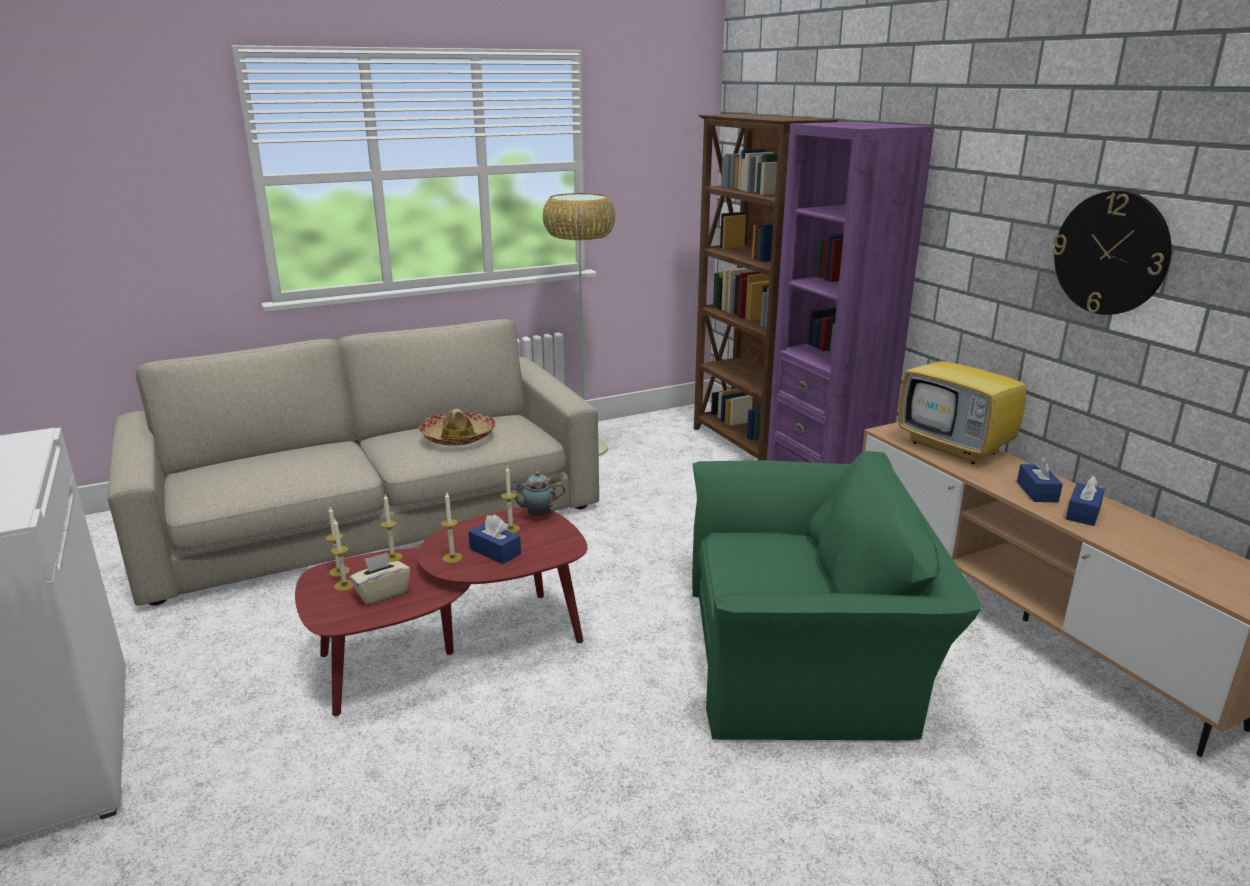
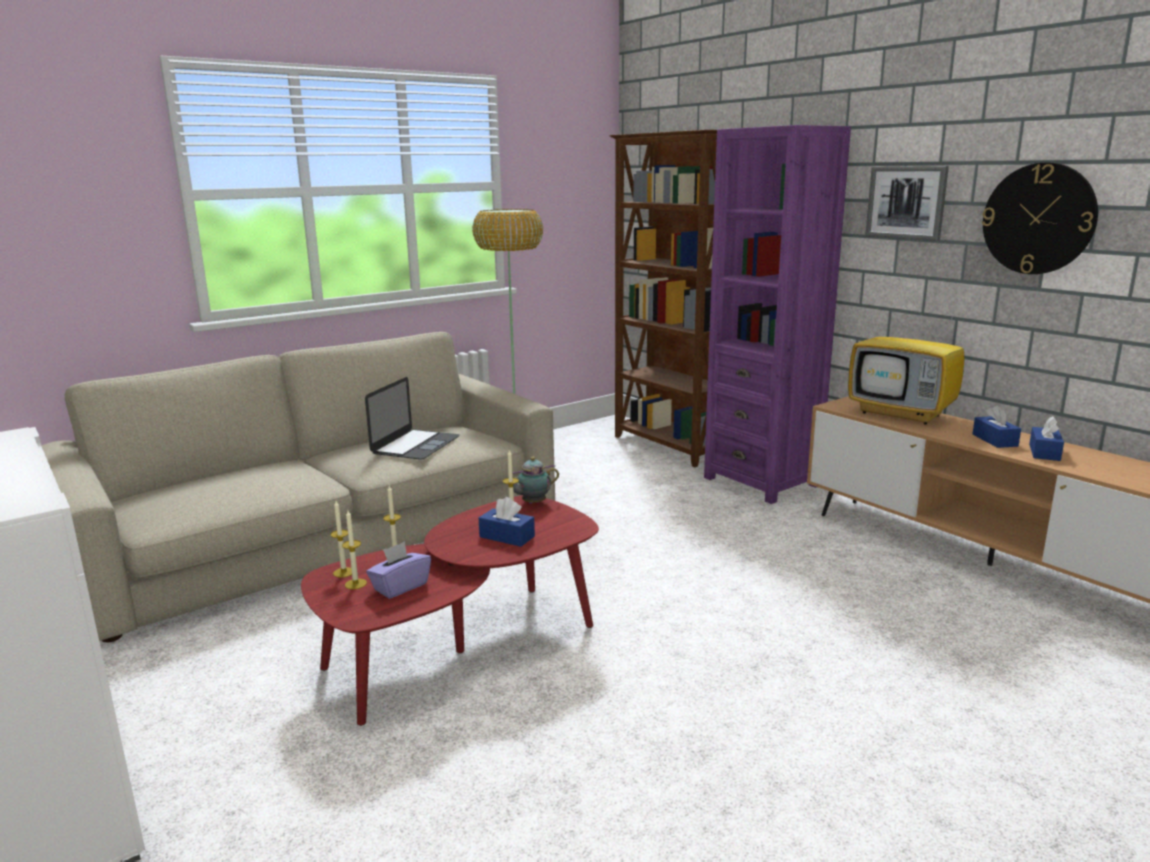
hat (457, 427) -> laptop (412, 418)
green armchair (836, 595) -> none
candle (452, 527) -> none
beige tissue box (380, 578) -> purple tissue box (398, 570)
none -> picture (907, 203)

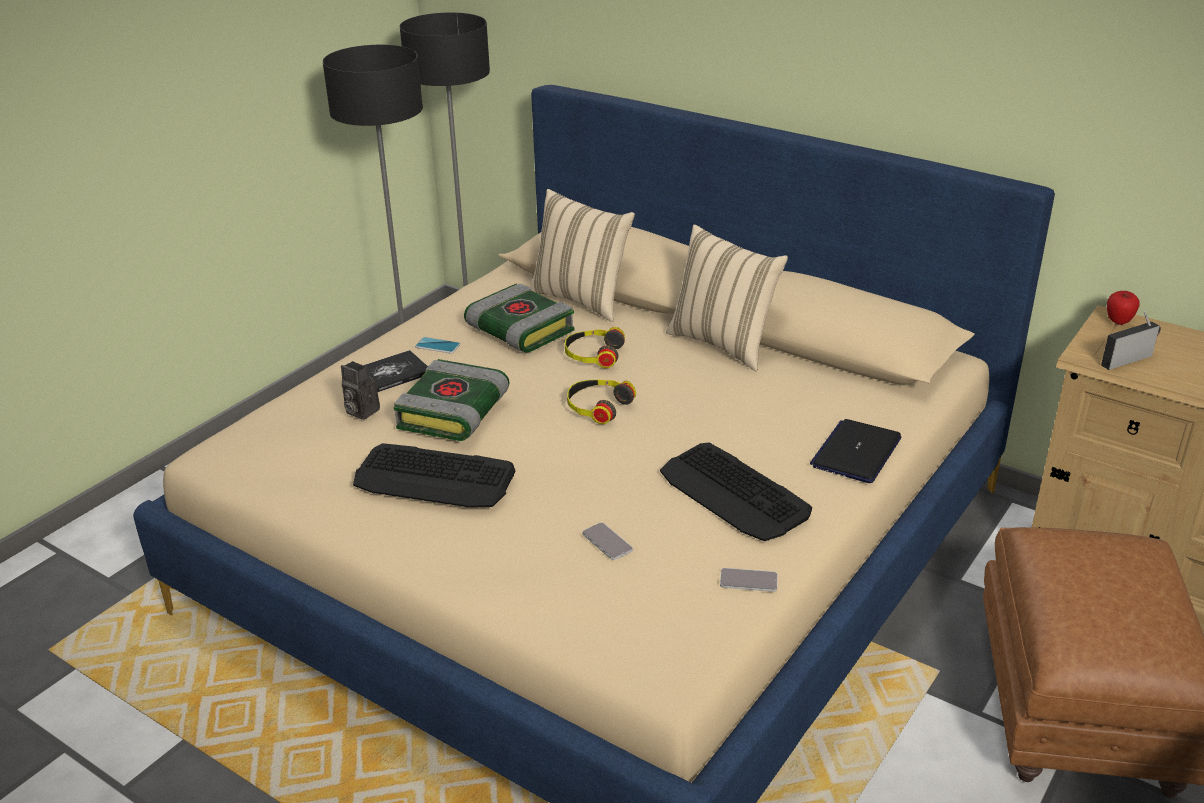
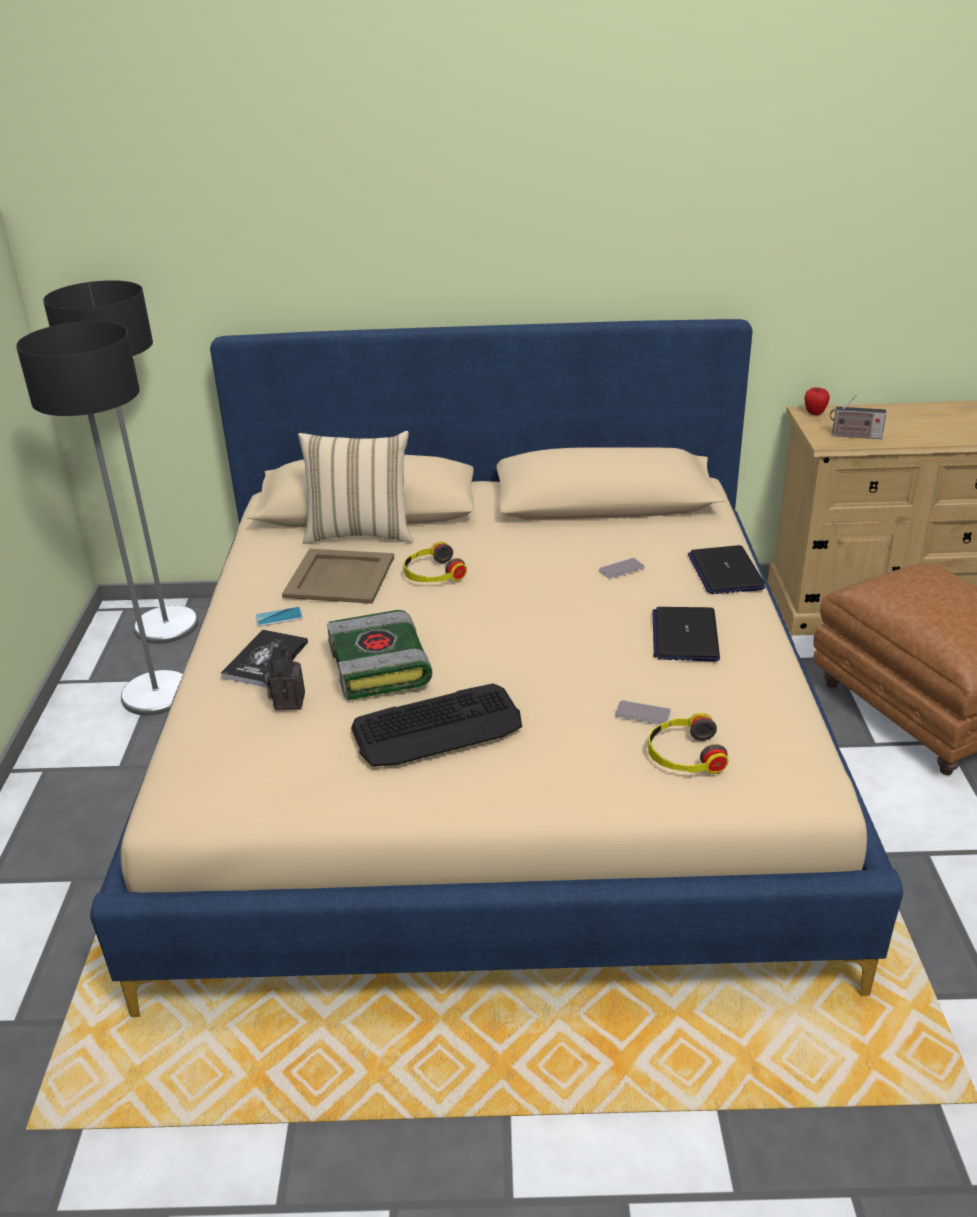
beige pillow (727, 298) -> none
book (519, 318) -> beige tray (338, 576)
radio (1131, 340) -> radio (858, 416), 105 degrees counterclockwise
photo camera (360, 390) -> photo camera (284, 678), 90 degrees clockwise
headphones (601, 402) -> headphones (688, 743), relocated
keyboard (736, 492) -> laptop (686, 634)
phone (749, 580) -> phone (622, 568), relocated

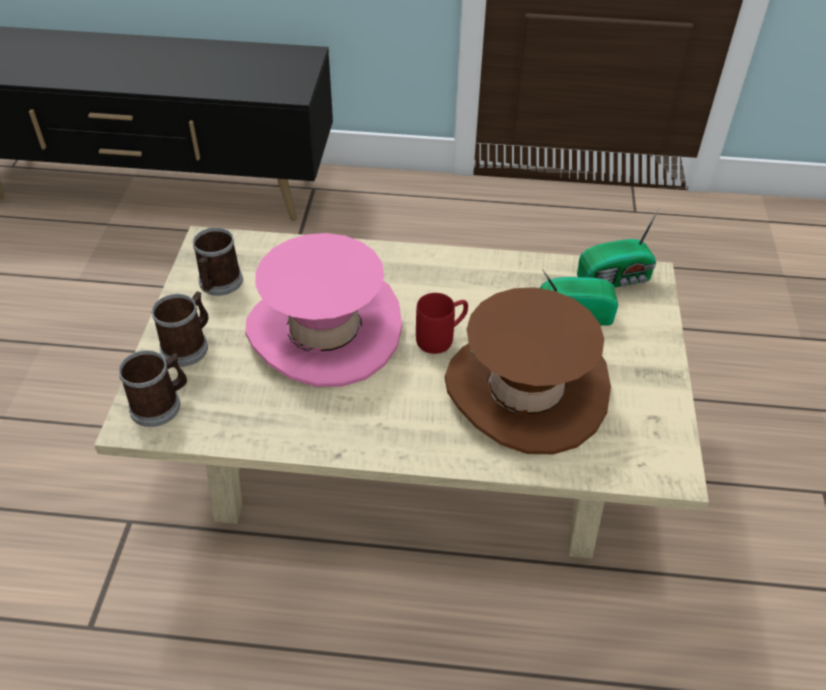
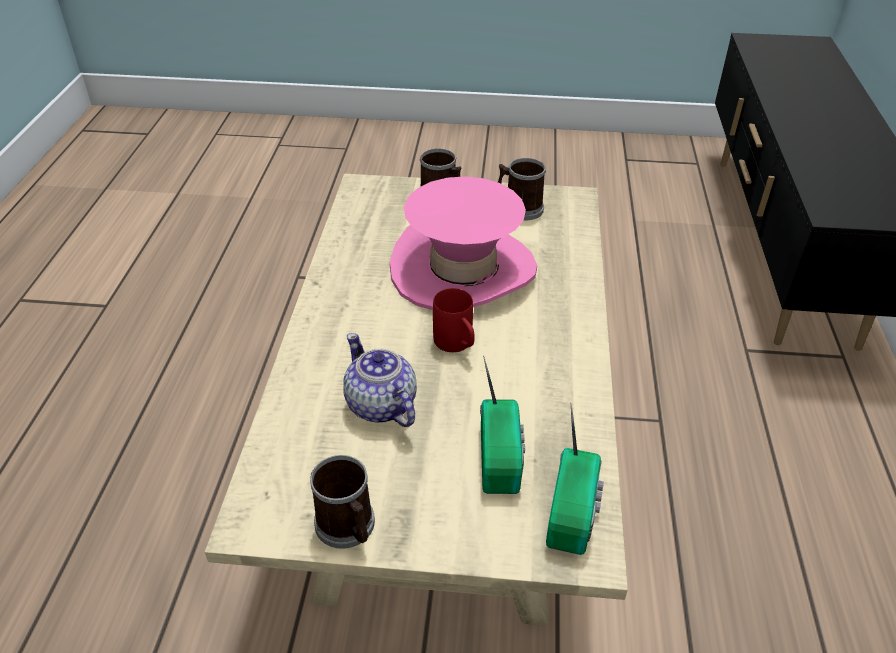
radio (618, 247) -> radio (575, 479), 150 degrees counterclockwise
brown hat (528, 370) -> teapot (380, 380)
mug (153, 388) -> mug (342, 502), relocated

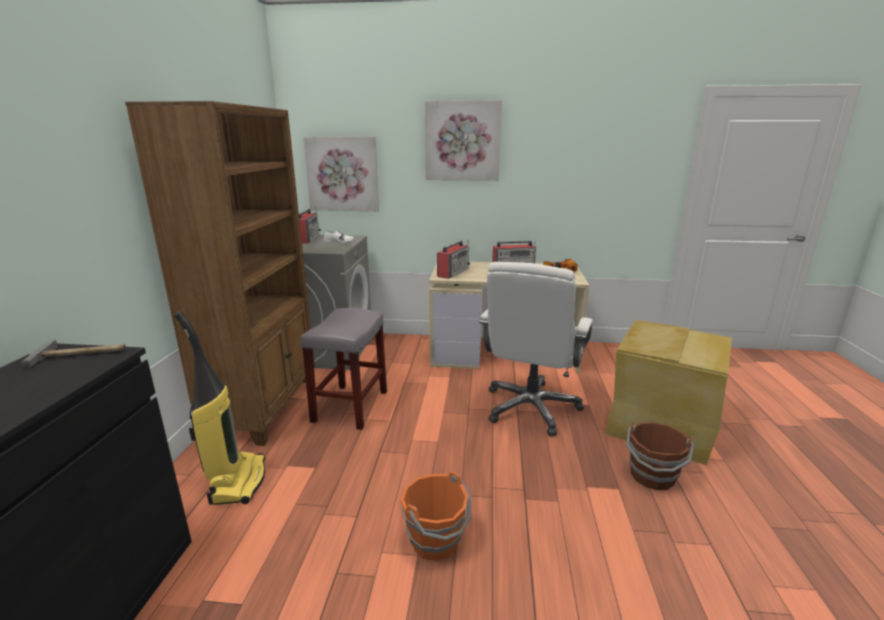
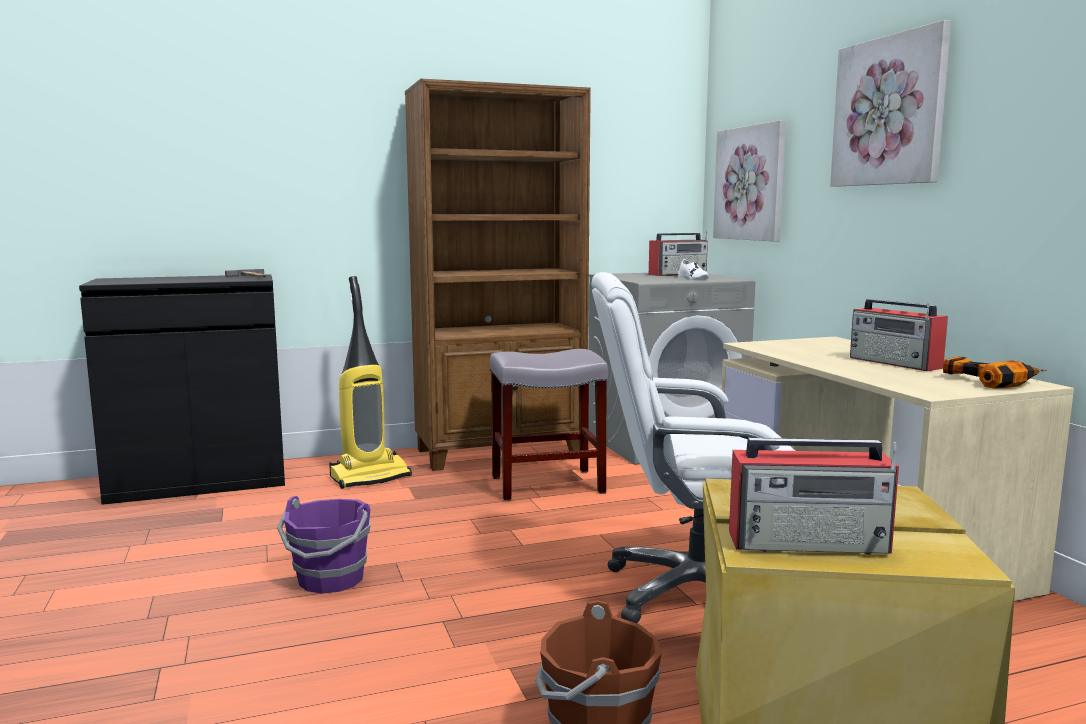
radio (453, 260) -> radio (814, 496), relocated
orange bucket (436, 516) -> purple bucket (324, 545)

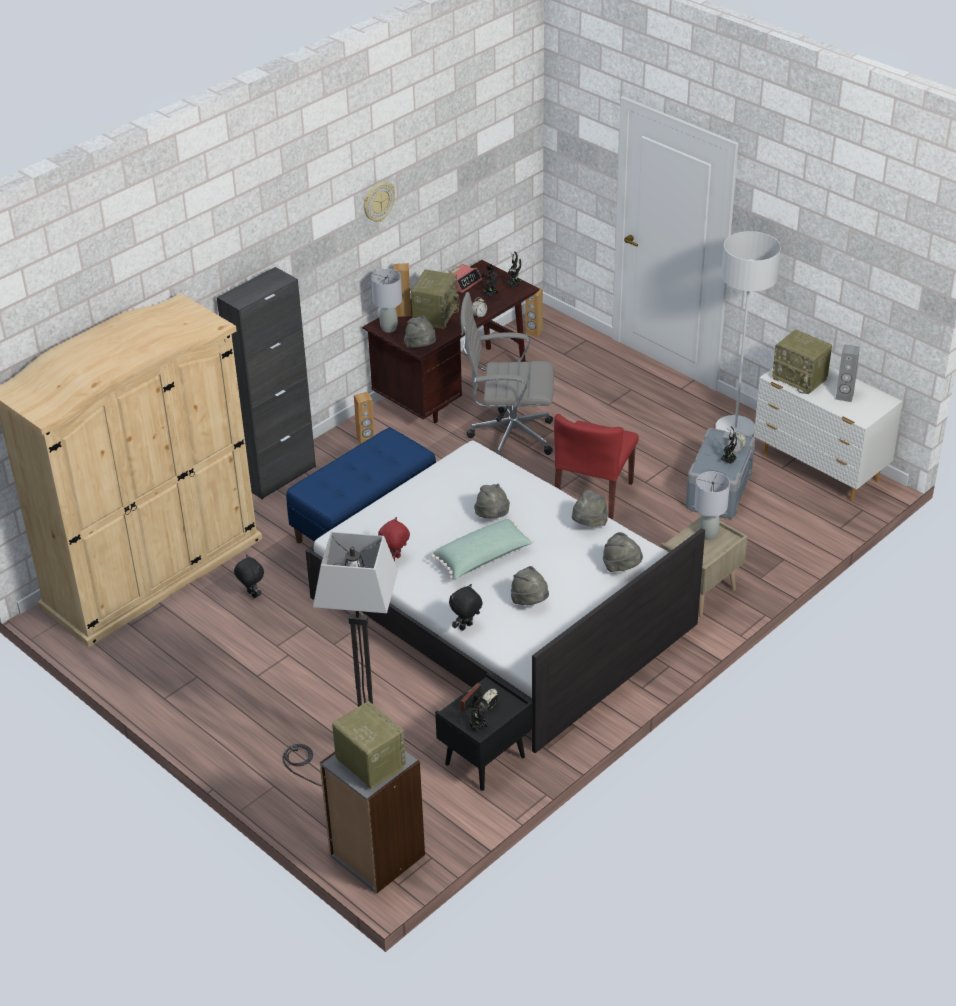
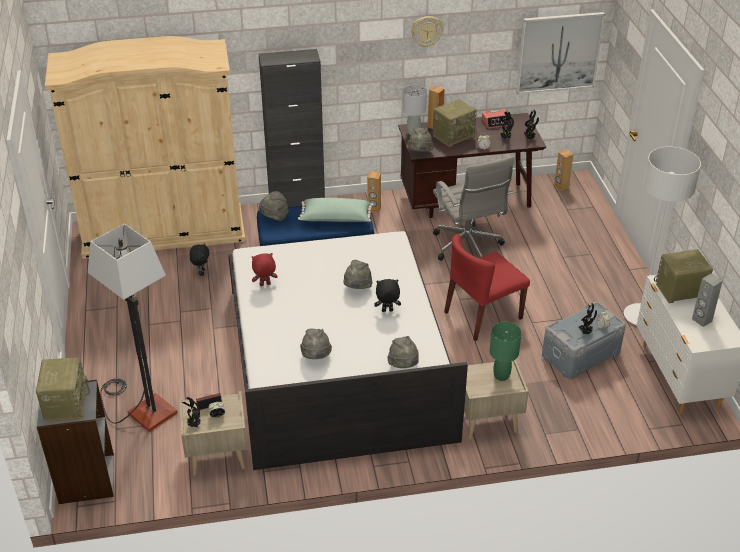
grey office chair (507, 373) -> grey office chair (474, 208), 150 degrees counterclockwise
radio (802, 362) -> radio (683, 276), 90 degrees clockwise
grey table lamp (712, 505) -> green table lamp (506, 351)
grey hat (590, 508) -> grey hat (273, 206), relocated
green pillow (482, 549) -> green pillow (335, 210), relocated
black plush toy (466, 607) -> black plush toy (387, 295), relocated
black nightstand (484, 732) -> beige nightstand (213, 433)
none -> picture (560, 53)

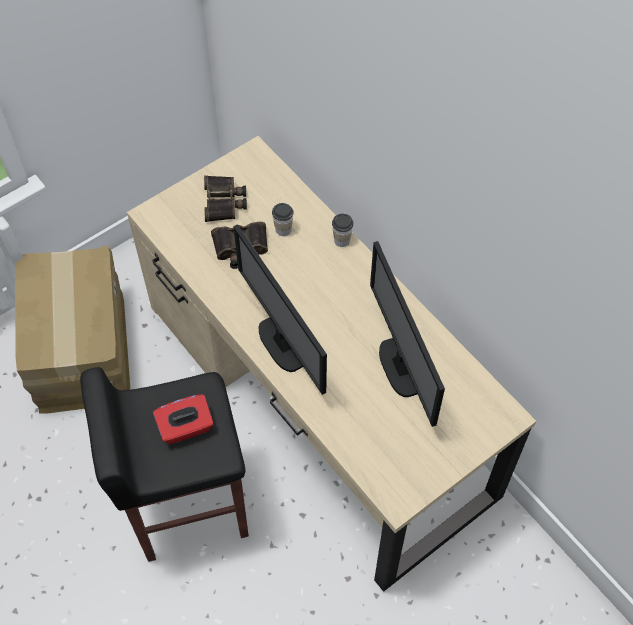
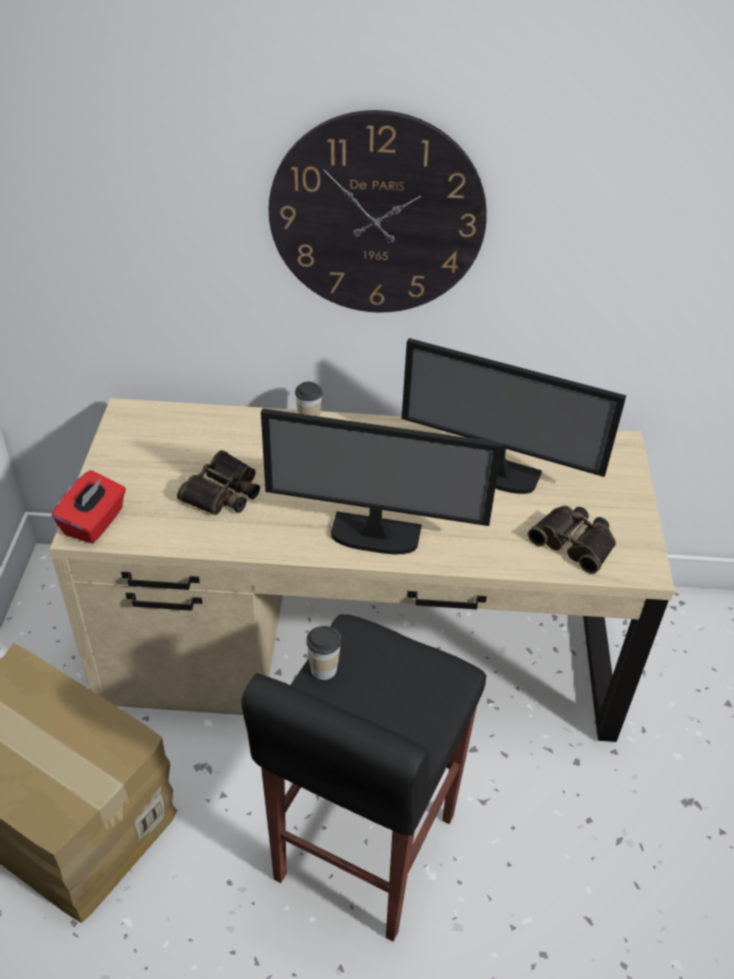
binoculars (225, 199) -> binoculars (571, 540), relocated
cup (283, 219) -> cup (323, 653), relocated
red tissue box (183, 419) -> red tissue box (89, 507), relocated
none -> wall clock (378, 211)

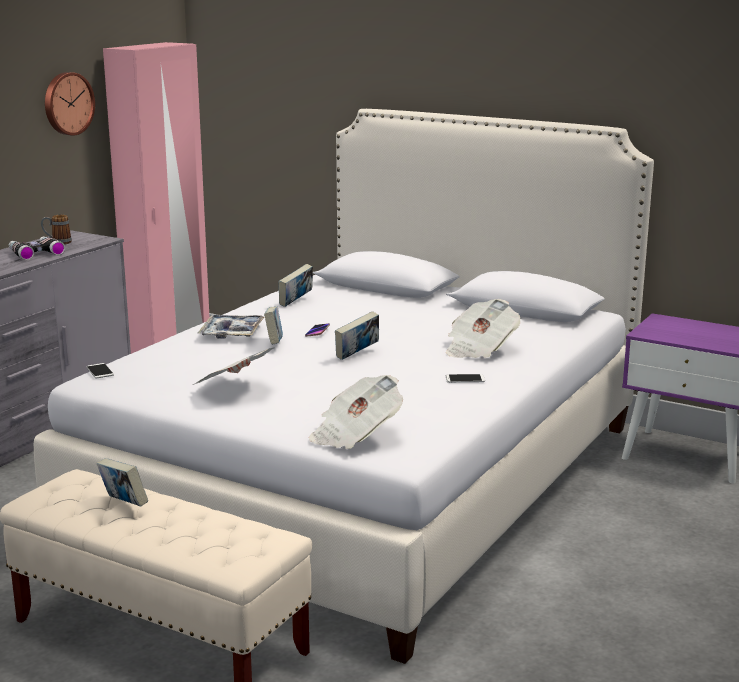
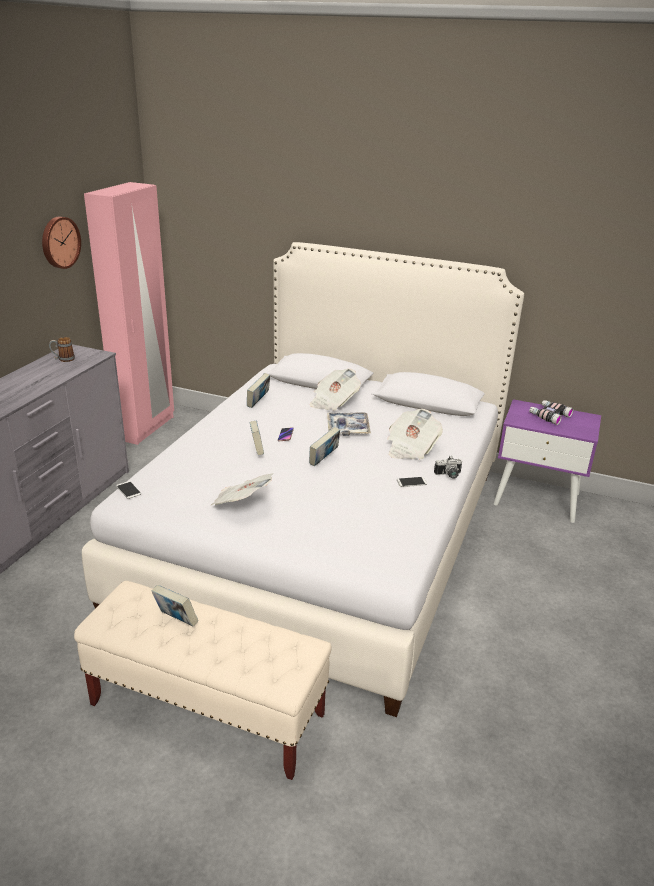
binoculars (37, 248) -> binoculars (551, 412), relocated
tray (231, 326) -> tray (349, 424), relocated
newspaper (356, 412) -> newspaper (335, 390), relocated
none -> photo camera (448, 467)

